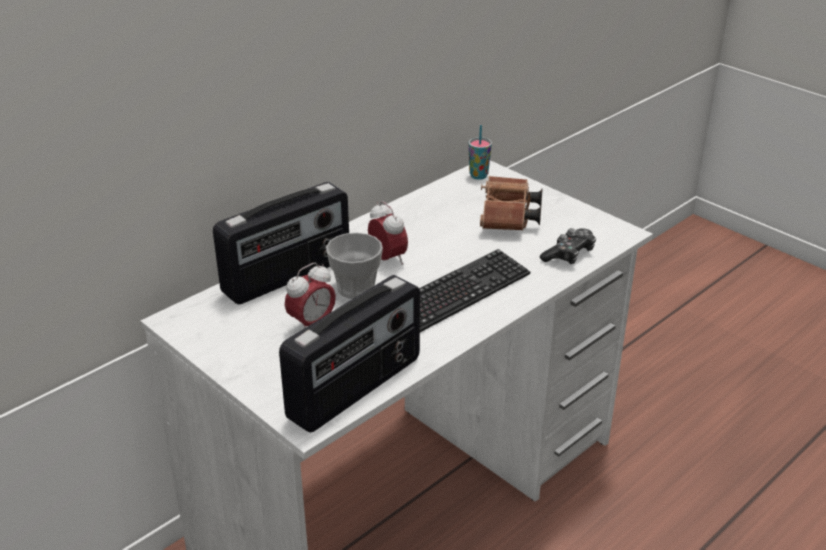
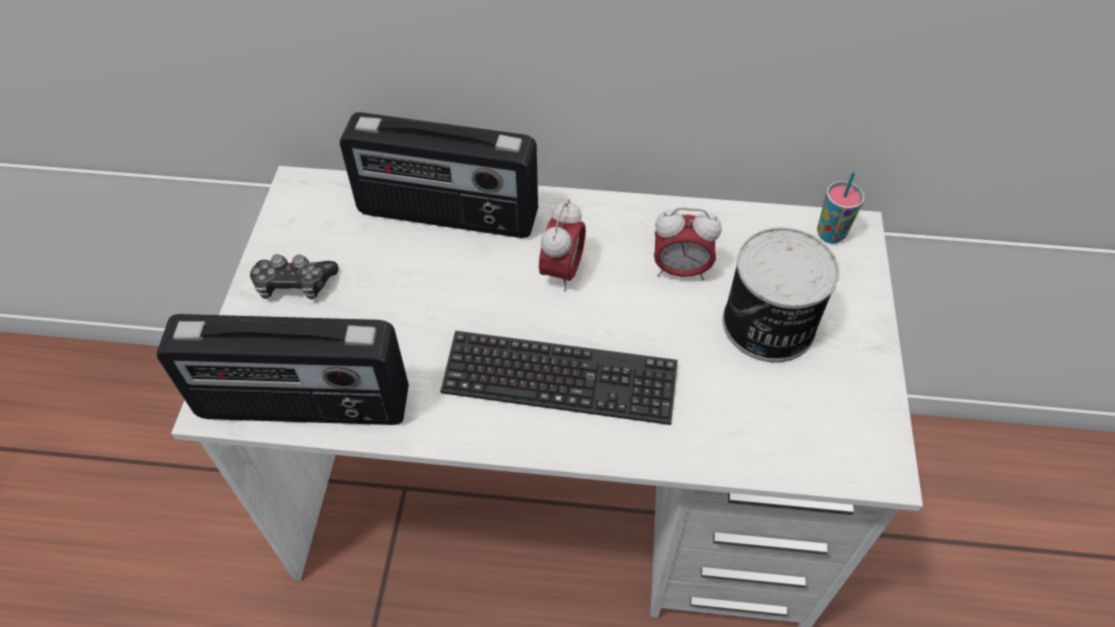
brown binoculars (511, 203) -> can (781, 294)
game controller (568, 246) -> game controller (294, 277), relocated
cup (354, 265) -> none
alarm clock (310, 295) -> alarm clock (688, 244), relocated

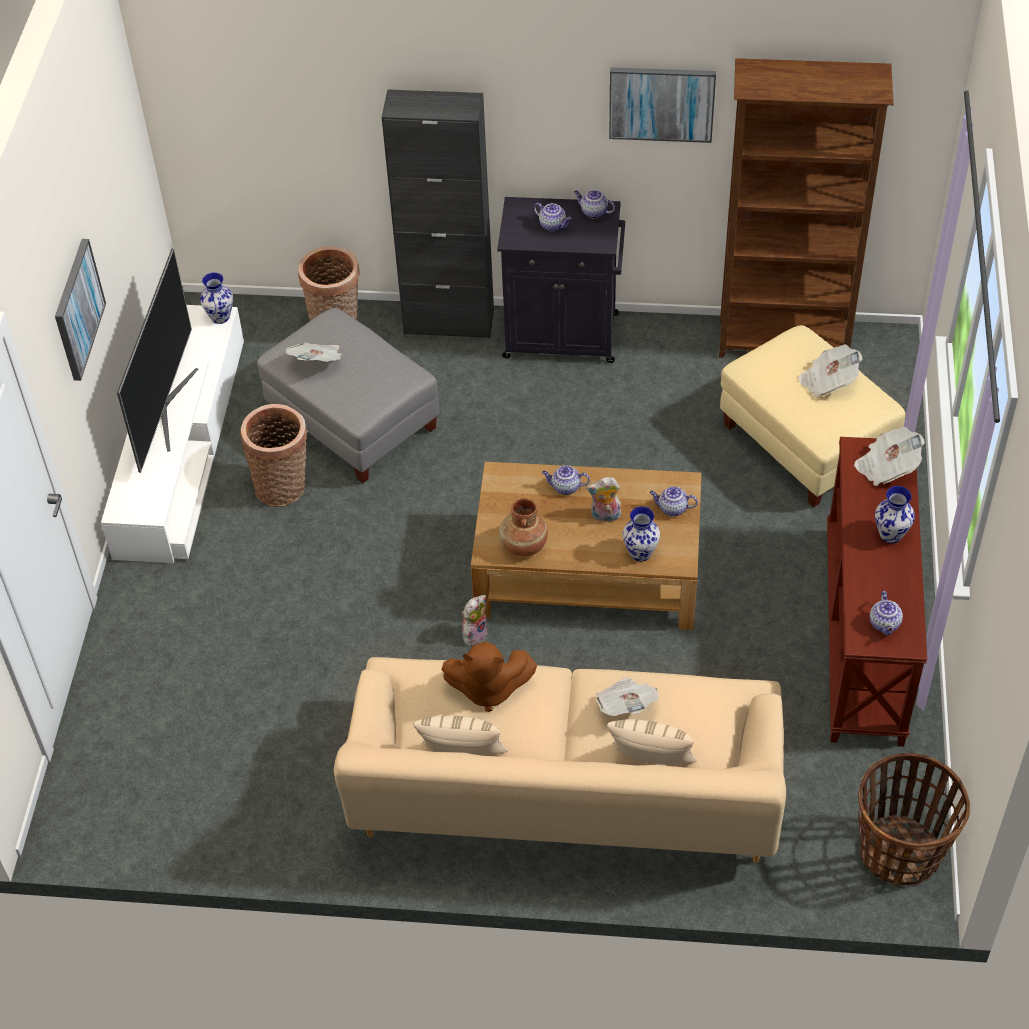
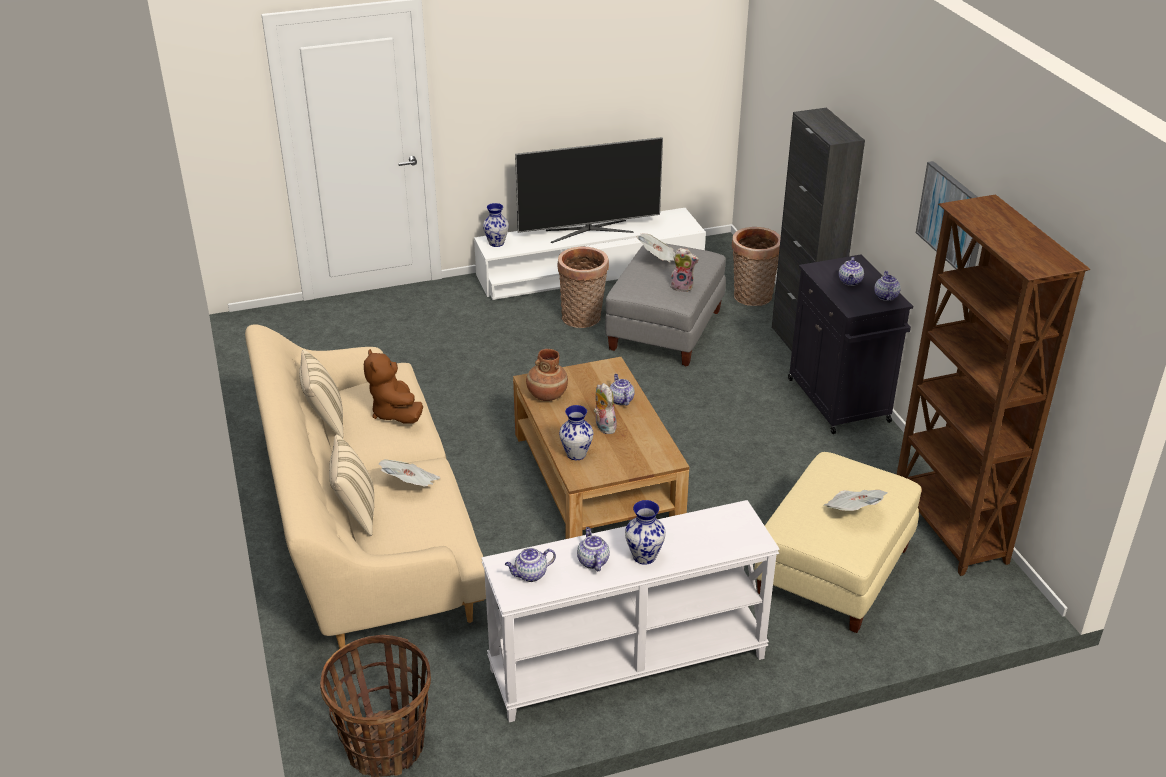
picture (80, 310) -> none
vase (216, 298) -> vase (496, 225), relocated
newspaper (889, 456) -> none
brown console table (877, 592) -> white console table (631, 611)
teapot (674, 501) -> teapot (593, 549), relocated
plush toy (475, 620) -> plush toy (684, 270), relocated

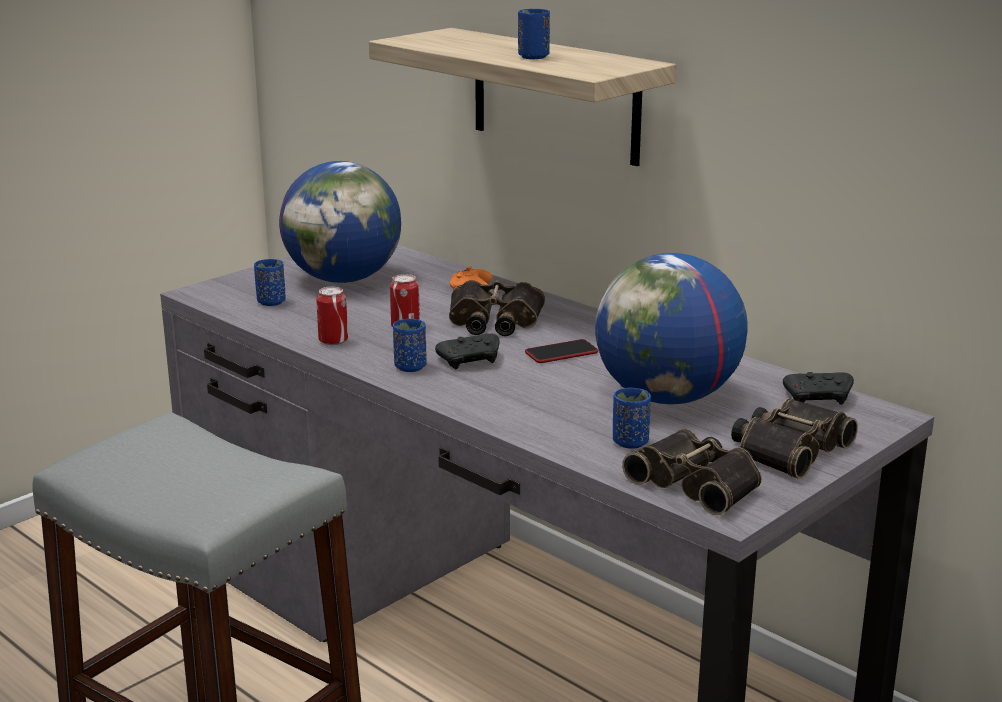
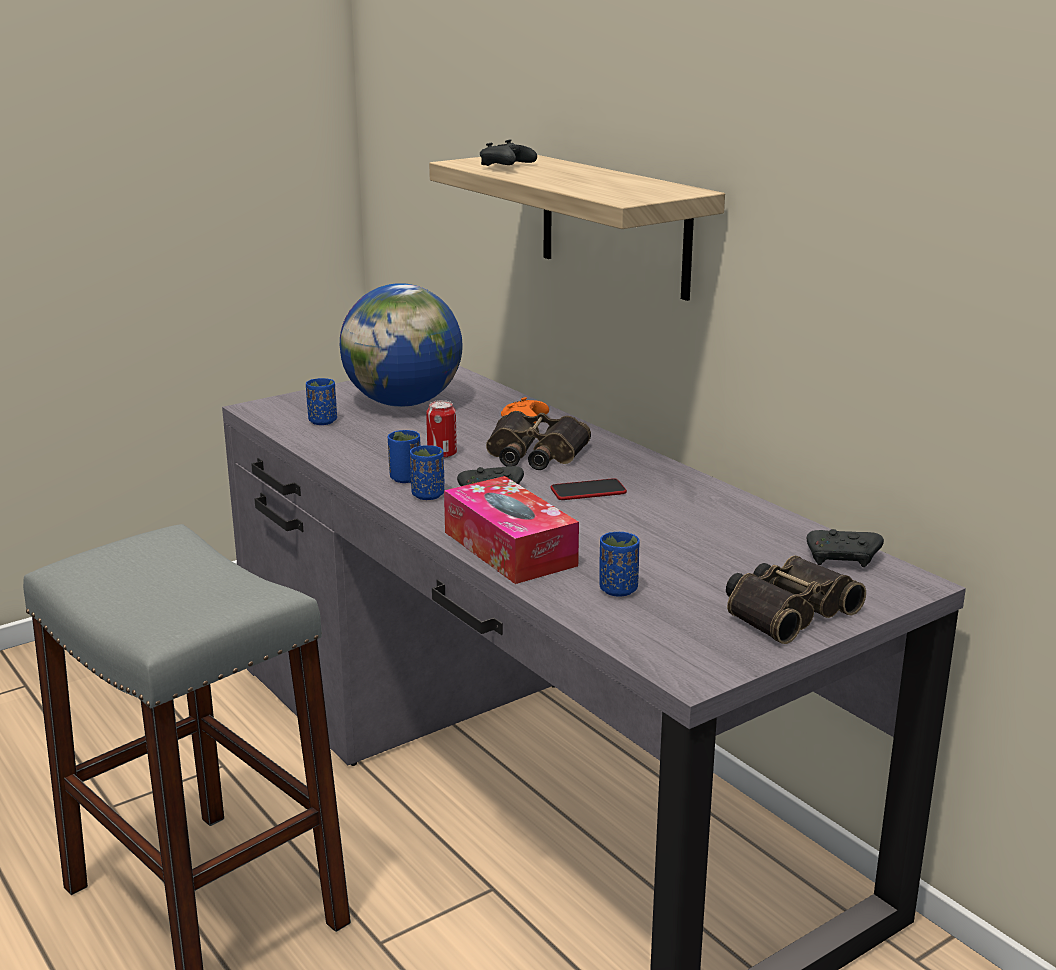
blue cup (534, 34) -> blue cup (404, 456), relocated
globe (671, 328) -> none
can (332, 316) -> none
binoculars (692, 472) -> none
none -> black game controller (508, 152)
none -> tissue box (511, 530)

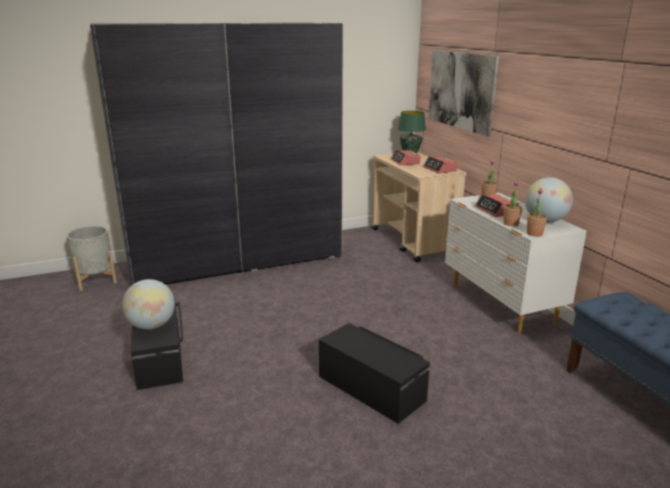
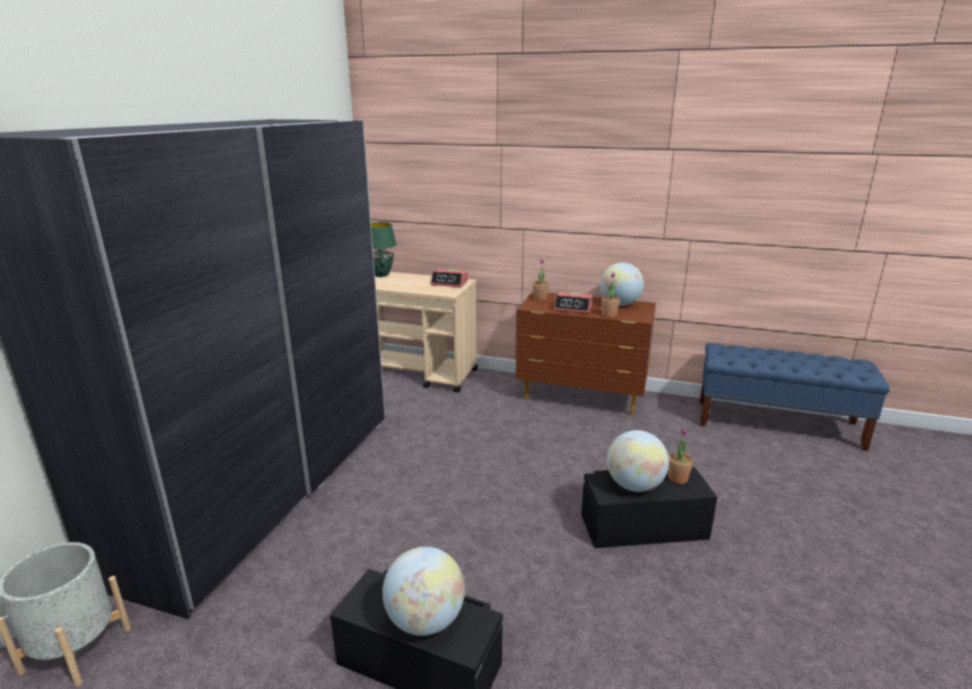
picture (463, 93) -> none
alarm clock (405, 157) -> none
potted plant (537, 212) -> potted plant (680, 456), relocated
white dresser (516, 263) -> brown dresser (586, 353)
none -> globe (638, 461)

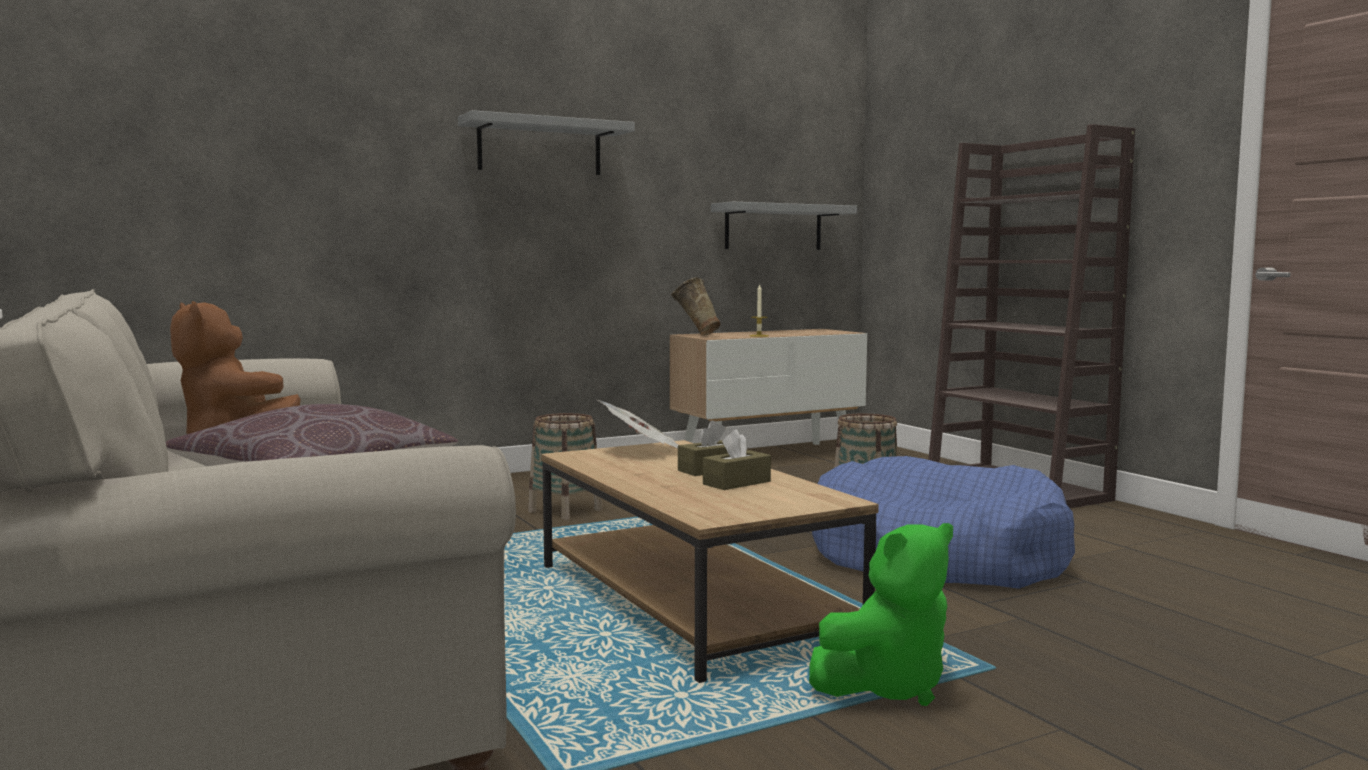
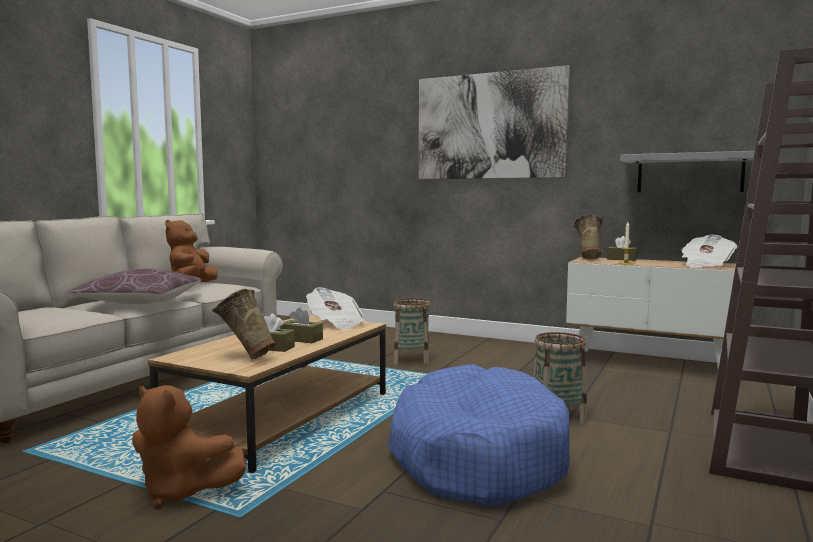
grey shelf (546, 142) -> picture (494, 122)
green plush toy (881, 614) -> brown plush toy (189, 447)
none -> newspaper (709, 251)
none -> brown tissue box (622, 248)
none -> beige vase (244, 324)

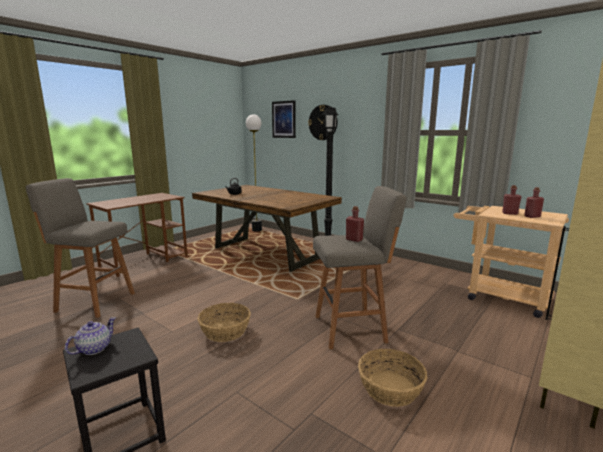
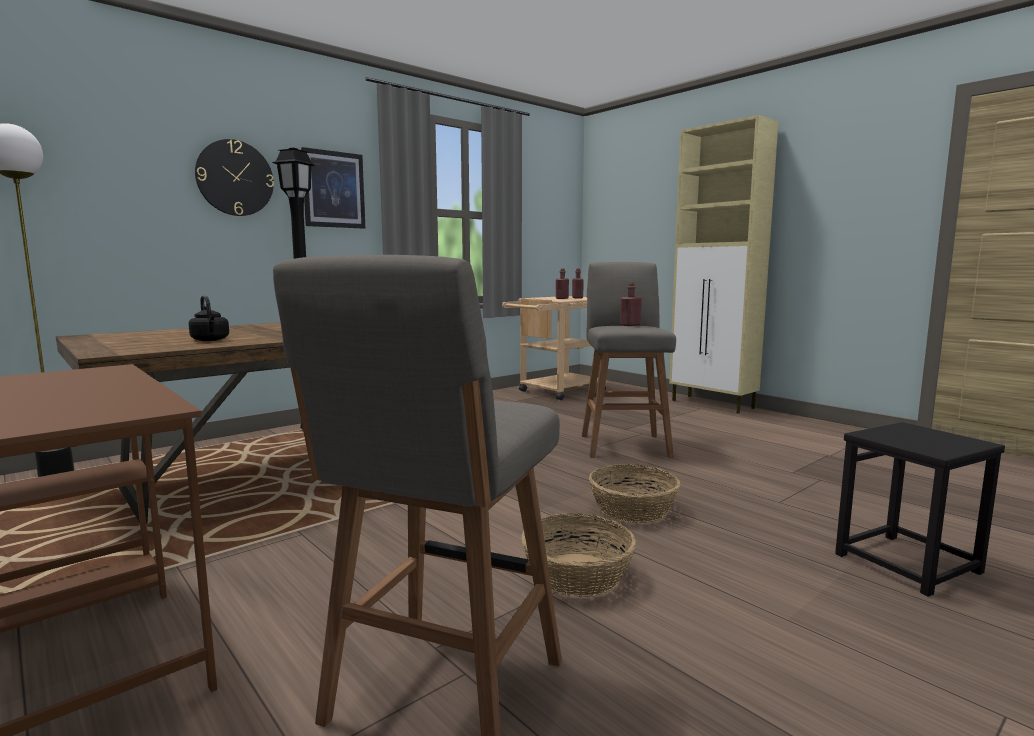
picture (284, 119) -> picture (333, 188), relocated
teapot (90, 336) -> none
basket (392, 378) -> basket (578, 555), relocated

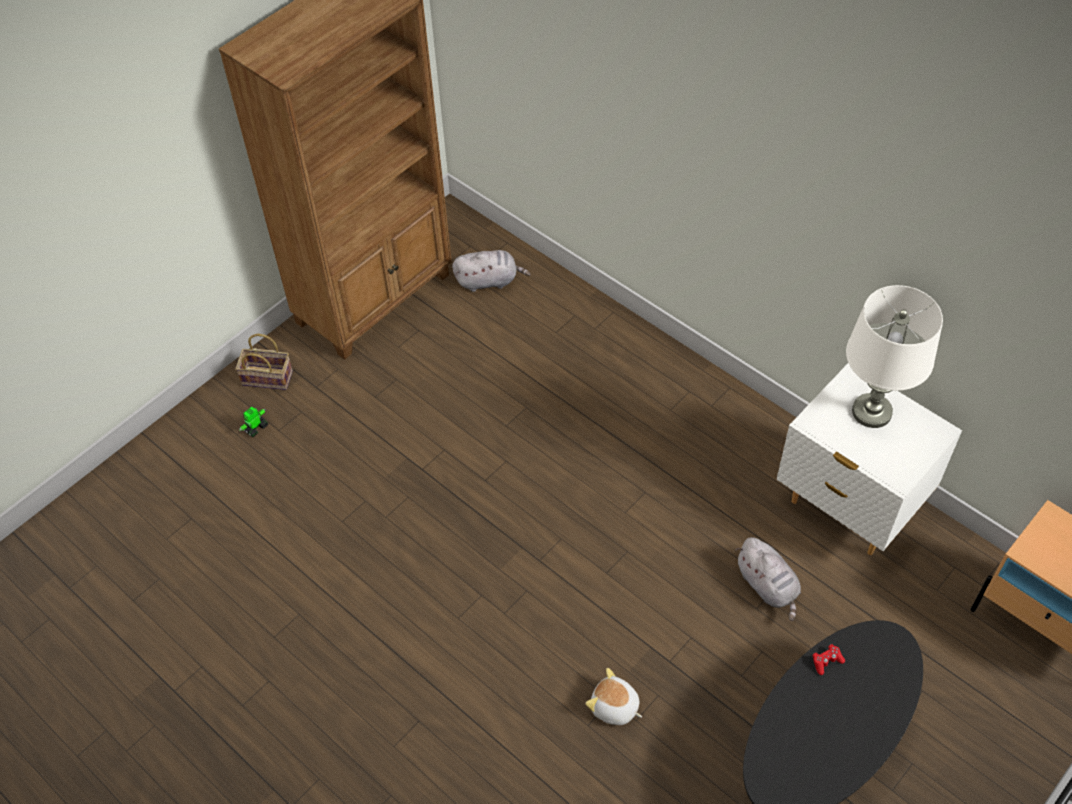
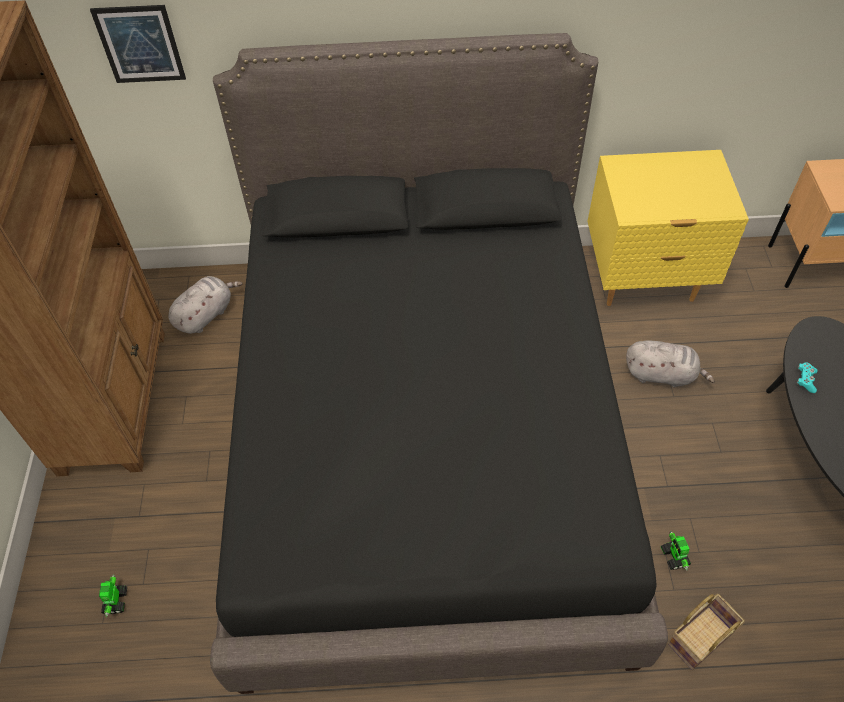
white table lamp (894, 356) -> none
basket (264, 362) -> basket (706, 632), relocated
white nightstand (869, 459) -> yellow nightstand (668, 228)
red game controller (828, 659) -> turquoise game controller (807, 378)
plush toy (614, 696) -> toy robot (675, 550)
none -> picture (138, 44)
none -> black bed (439, 363)

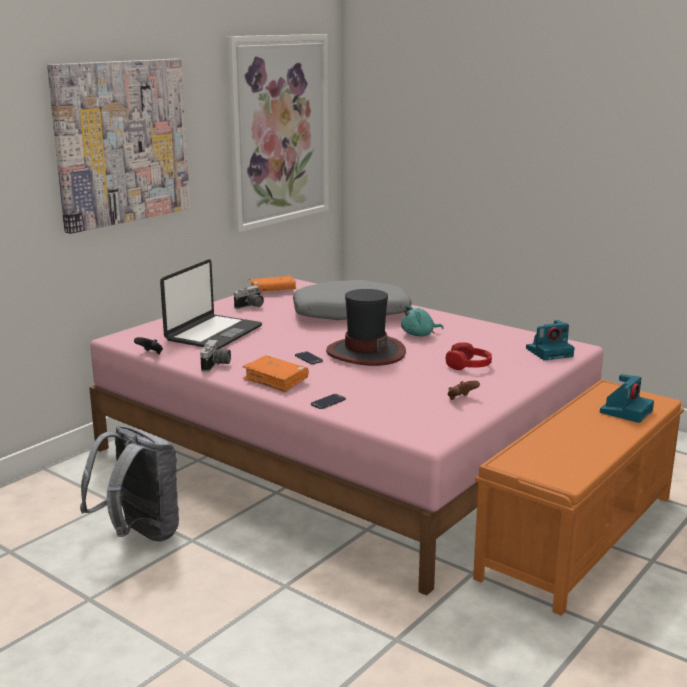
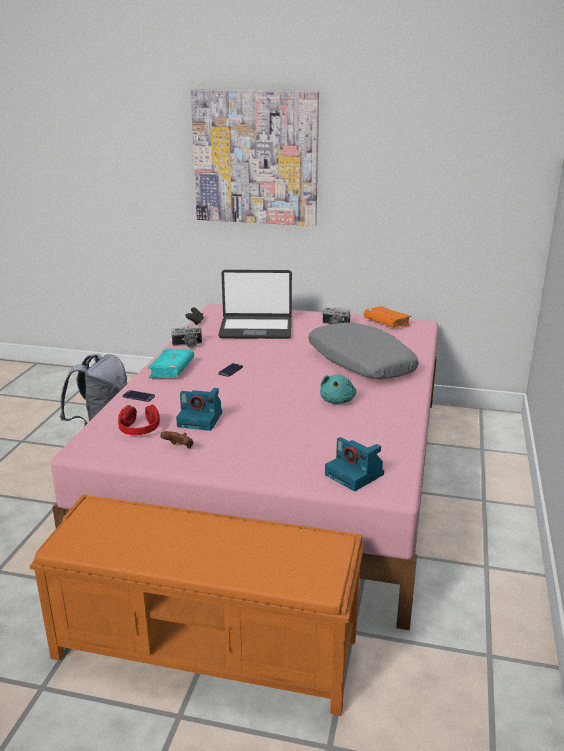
picture (278, 133) -> none
hat (366, 327) -> none
turquoise plush toy (422, 320) -> turquoise plush toy (338, 389), 120 degrees counterclockwise
red headphones (469, 356) -> red headphones (139, 419), relocated
orange book (275, 373) -> turquoise book (170, 363)
photo camera (627, 398) -> photo camera (199, 409), relocated

